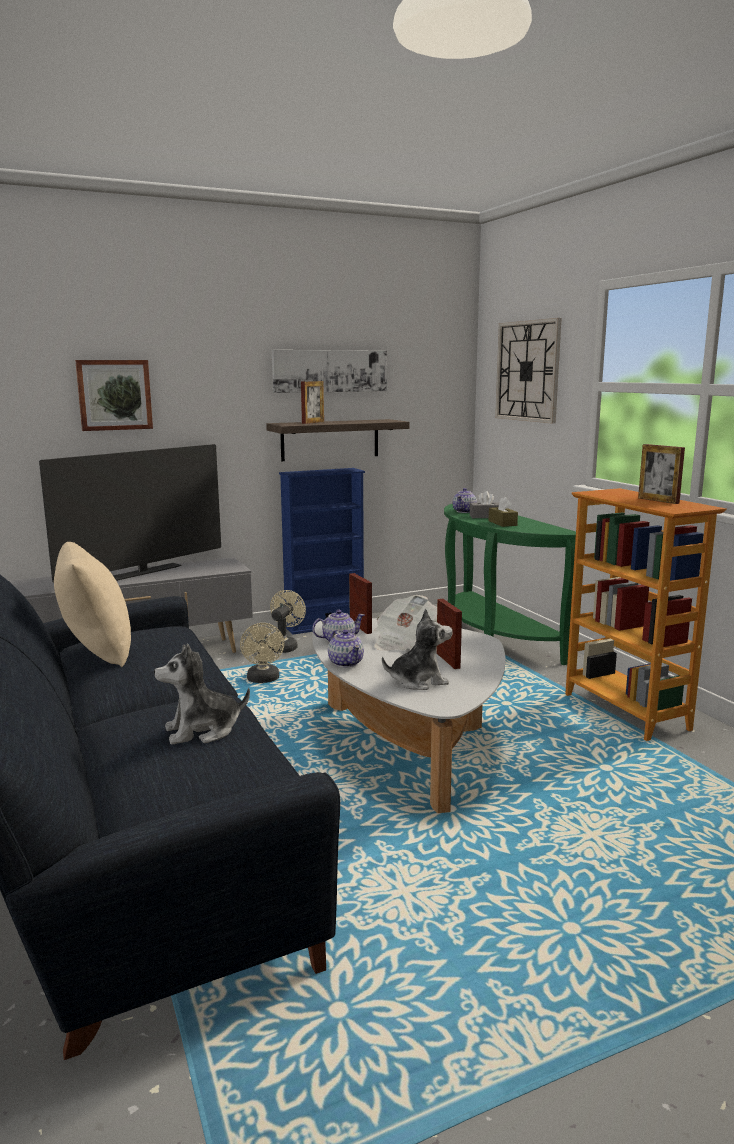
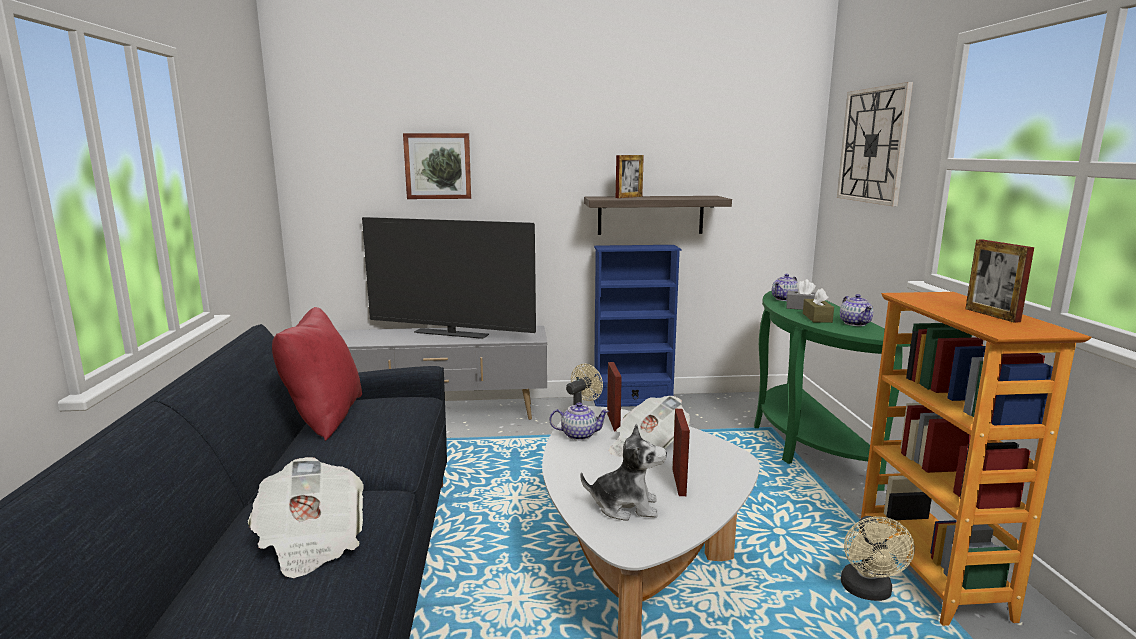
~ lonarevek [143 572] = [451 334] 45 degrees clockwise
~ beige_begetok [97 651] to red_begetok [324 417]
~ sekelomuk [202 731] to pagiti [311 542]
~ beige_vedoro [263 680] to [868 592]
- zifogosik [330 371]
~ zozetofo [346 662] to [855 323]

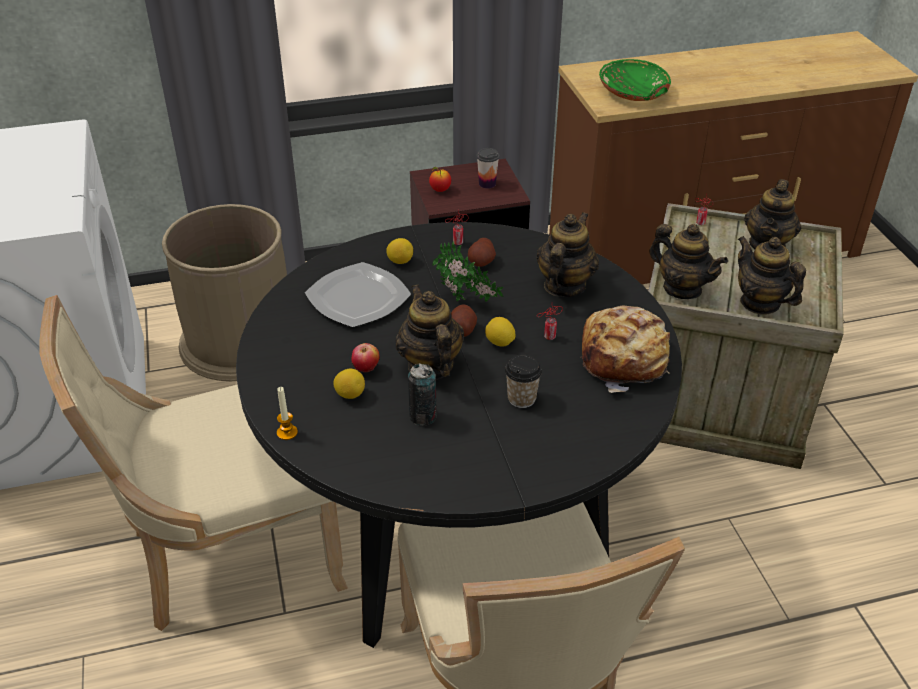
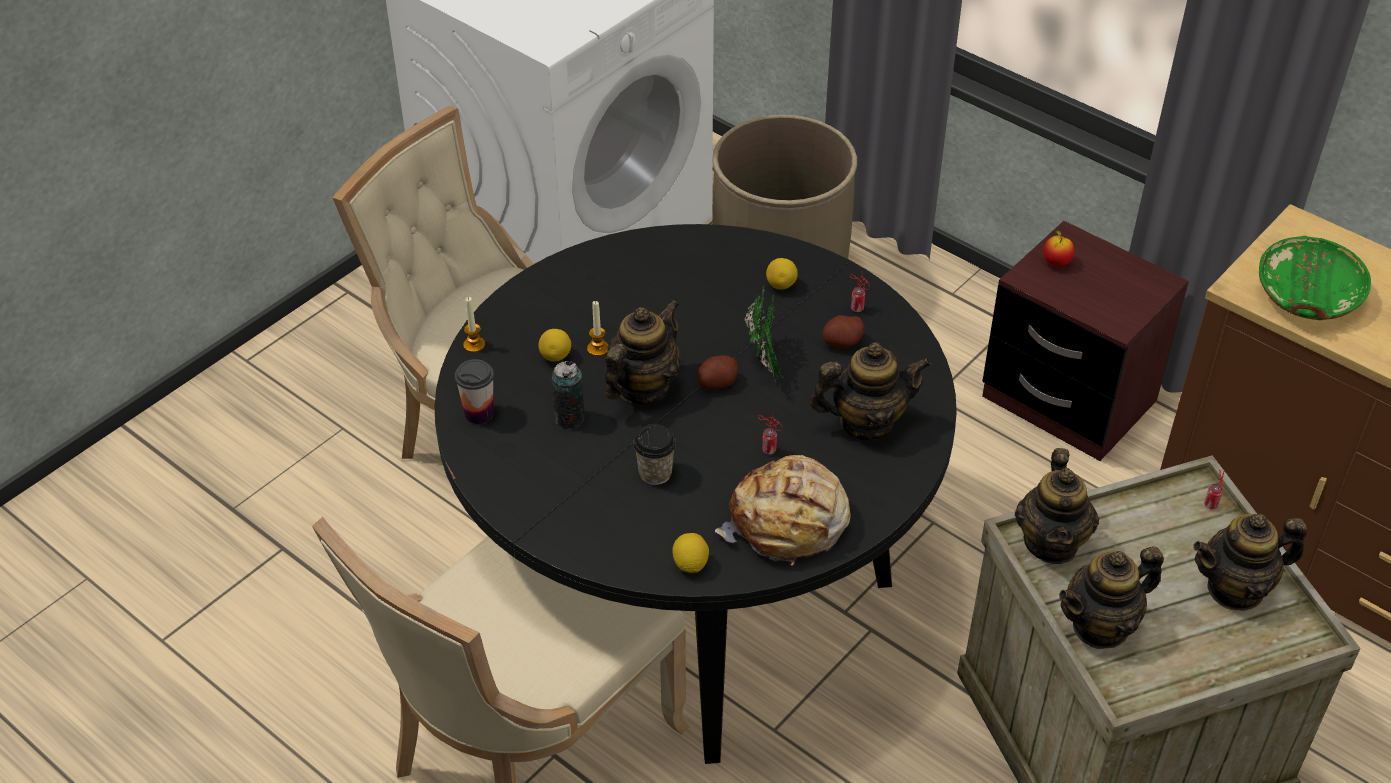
- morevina [358 299]
~ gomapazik [366 370] to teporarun [598 348]
~ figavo [487 184] to [479 413]
~ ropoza [499 343] to [690 564]
~ zozetofo [760 303] = [1101 626] 135 degrees counterclockwise

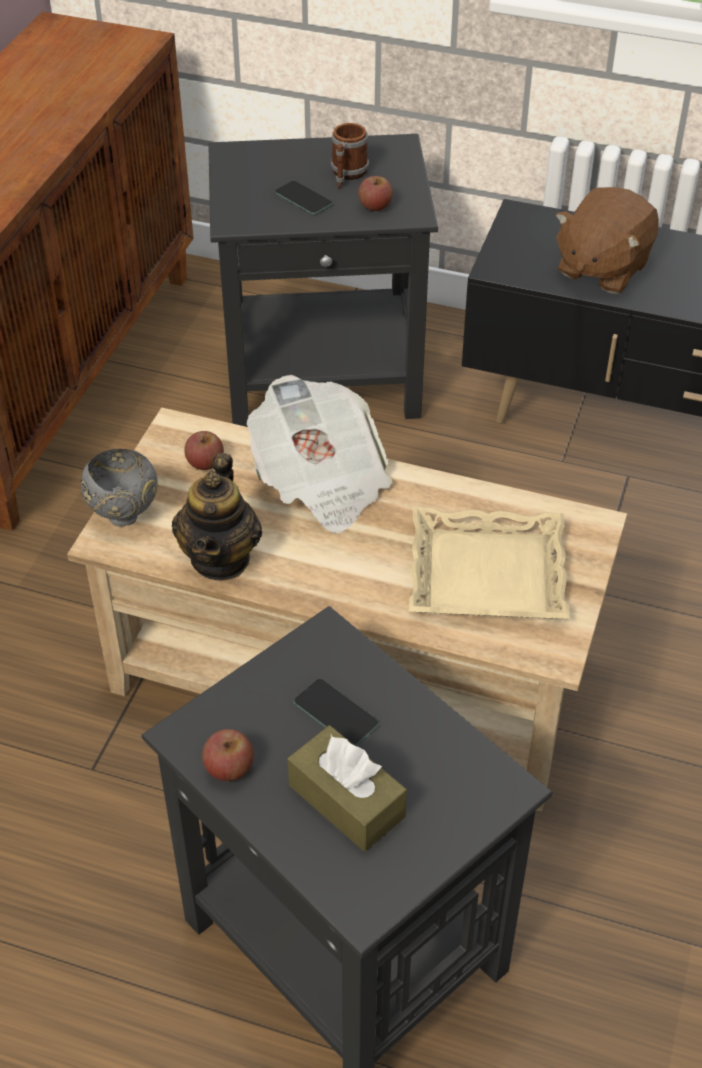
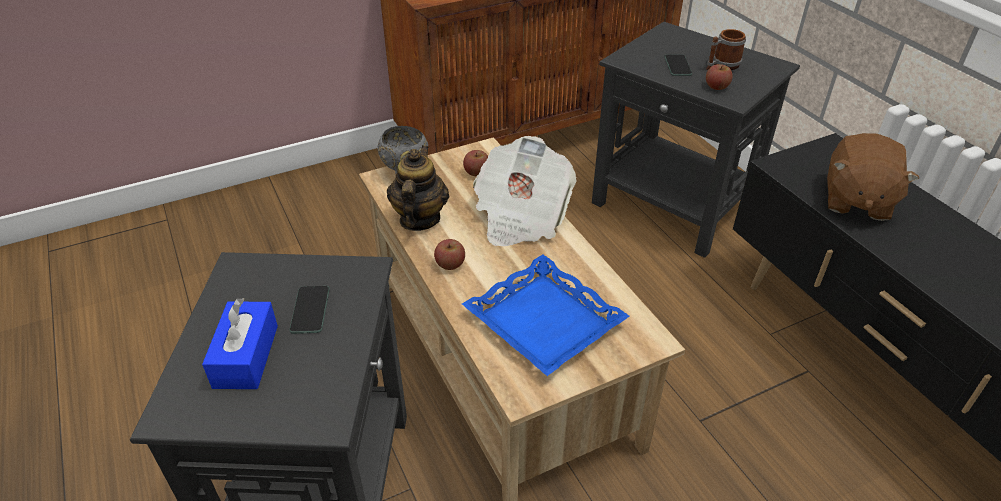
~ zozetofo [221 558] = [419 219] 135 degrees clockwise
~ gomapazik [229 768] to [450 264]
~ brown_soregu [346 801] to blue_soregu [246 356]
~ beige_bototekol [486 575] to blue_bototekol [543 321]
~ brown_sekelomuk [601 268] = [856 200] 60 degrees counterclockwise

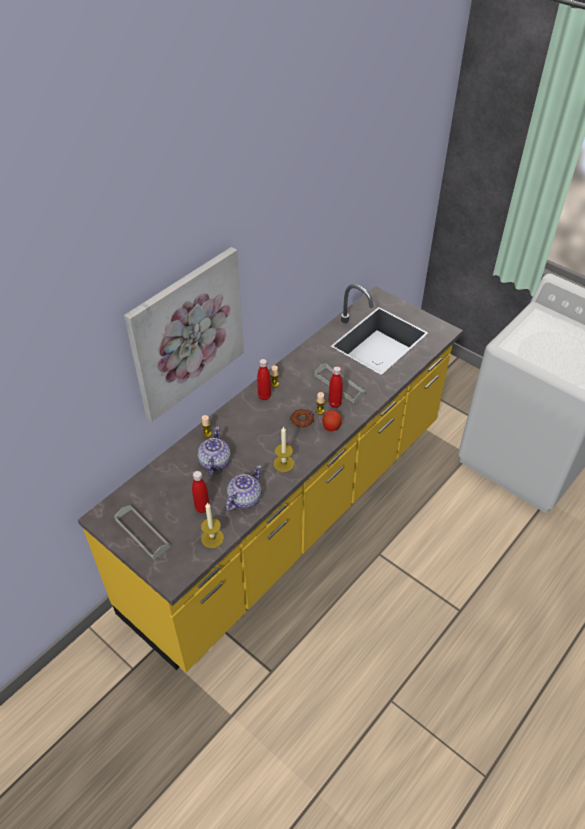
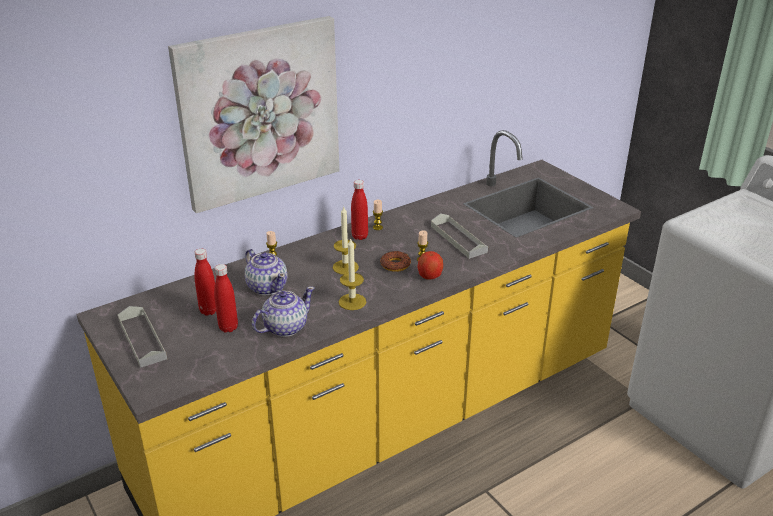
~ zozetofo [214 462] = [267 287] 120 degrees clockwise
~ teporarun [212 538] to [345 267]
~ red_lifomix [334 404] to [209 311]

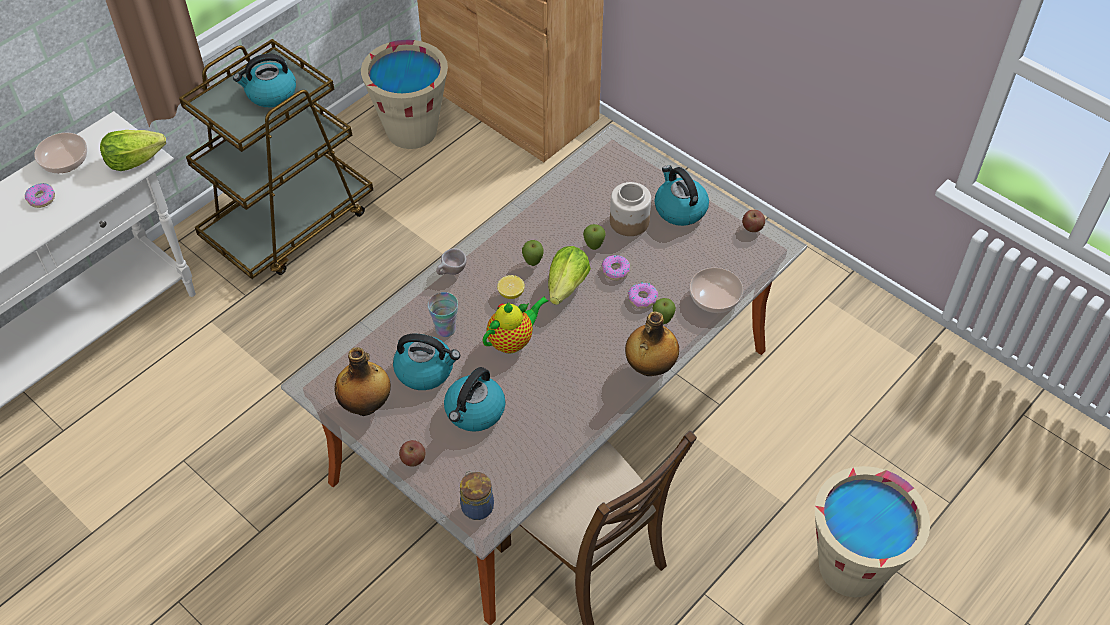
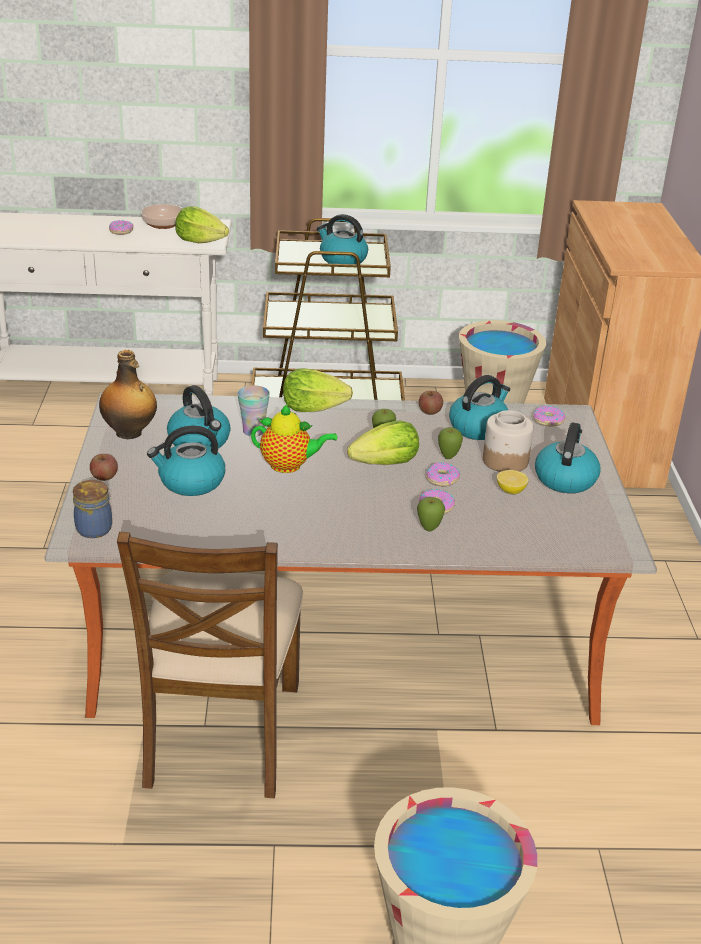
~ beige_figavo [451 273] to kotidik [312 408]
~ ropoza [511 293] to [510 490]
- lifomix [649 367]
- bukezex [713 298]
~ gomapazik [752 227] to [430 411]
+ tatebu [478 427]
+ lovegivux [548 420]

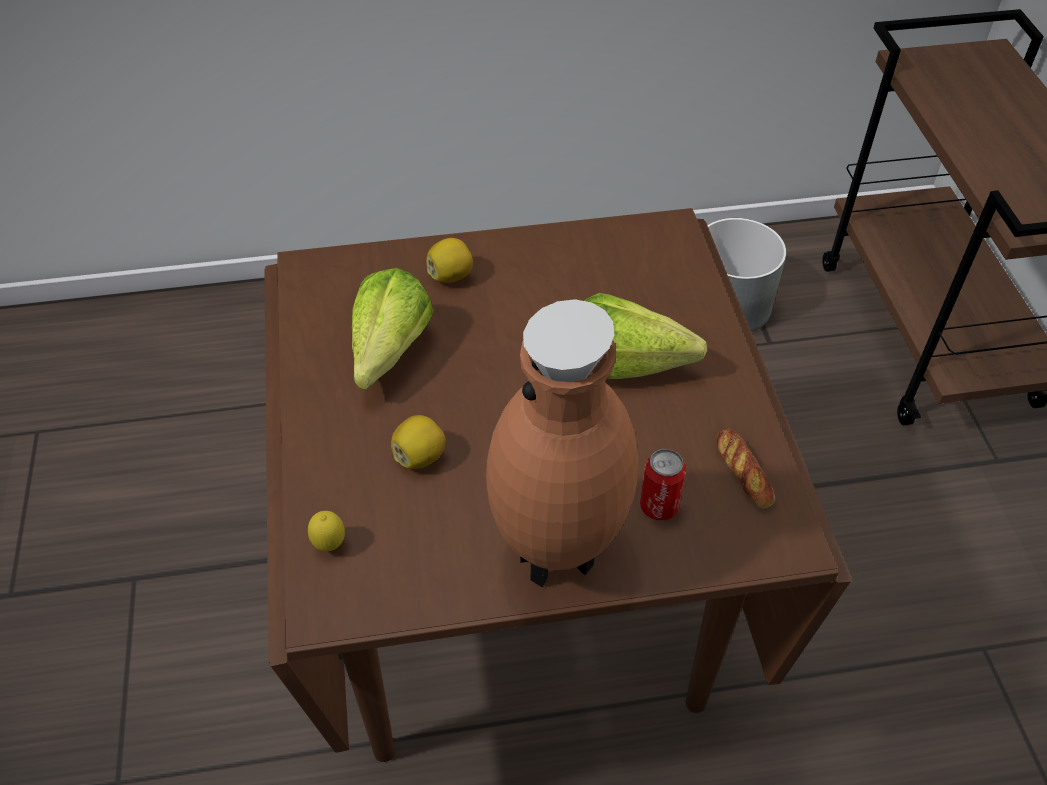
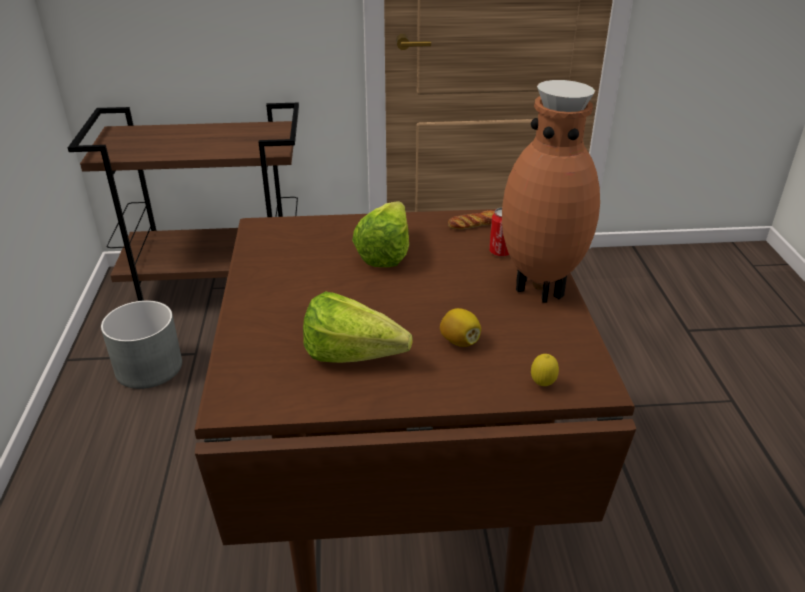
- ropoza [451 275]

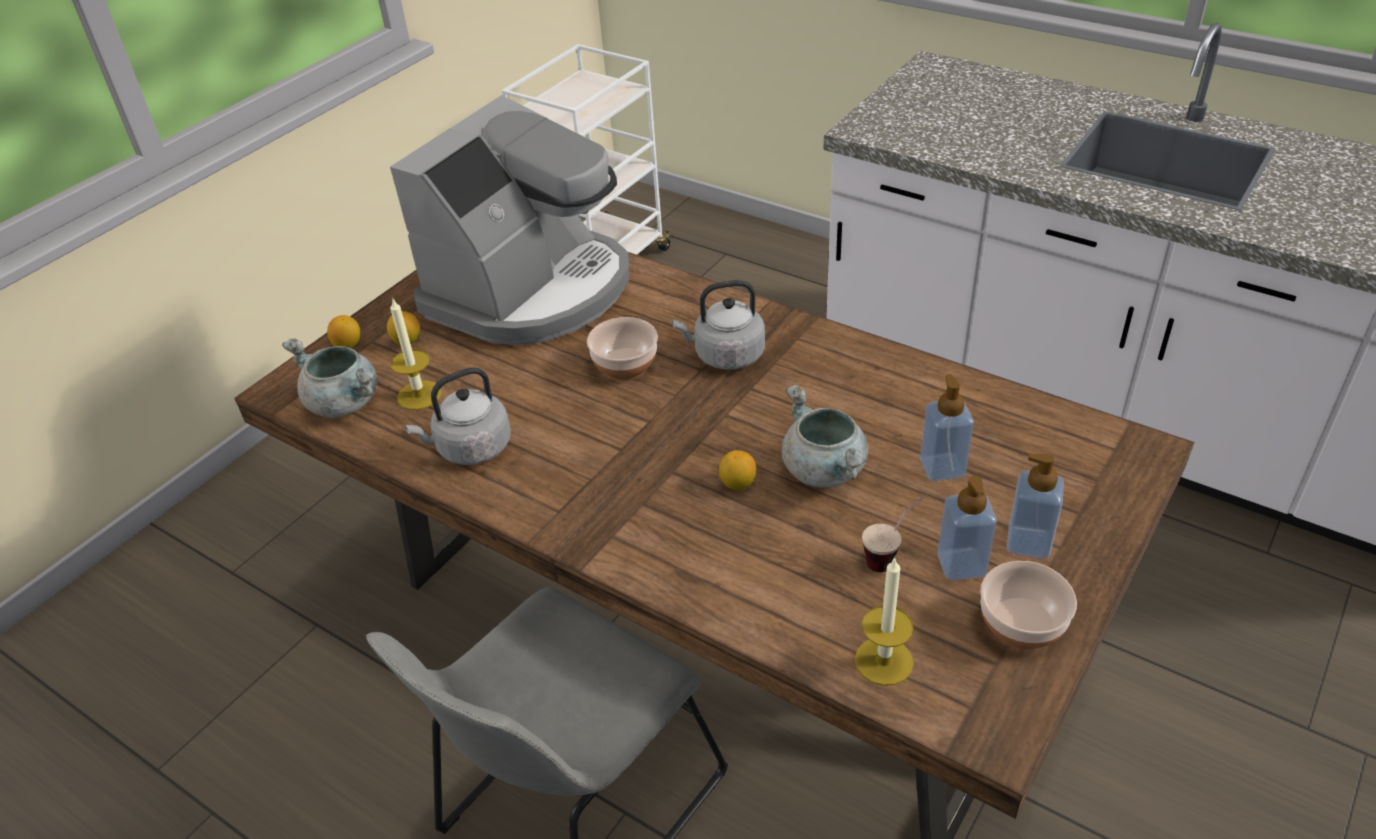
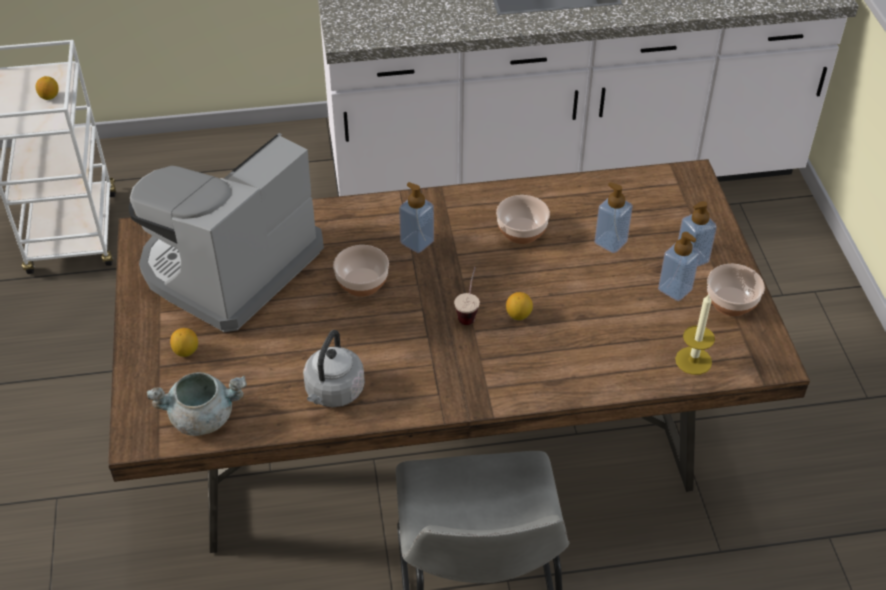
~ ropoza [348 345] to [49 97]
~ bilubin [532 290] = [229 267] 135 degrees counterclockwise
- teporarun [419 395]
~ grey_tatebu [725 356] to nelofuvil [417 242]
- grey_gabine [826 471]
~ figavo [891 556] to [469 311]
+ bukezex [521 231]

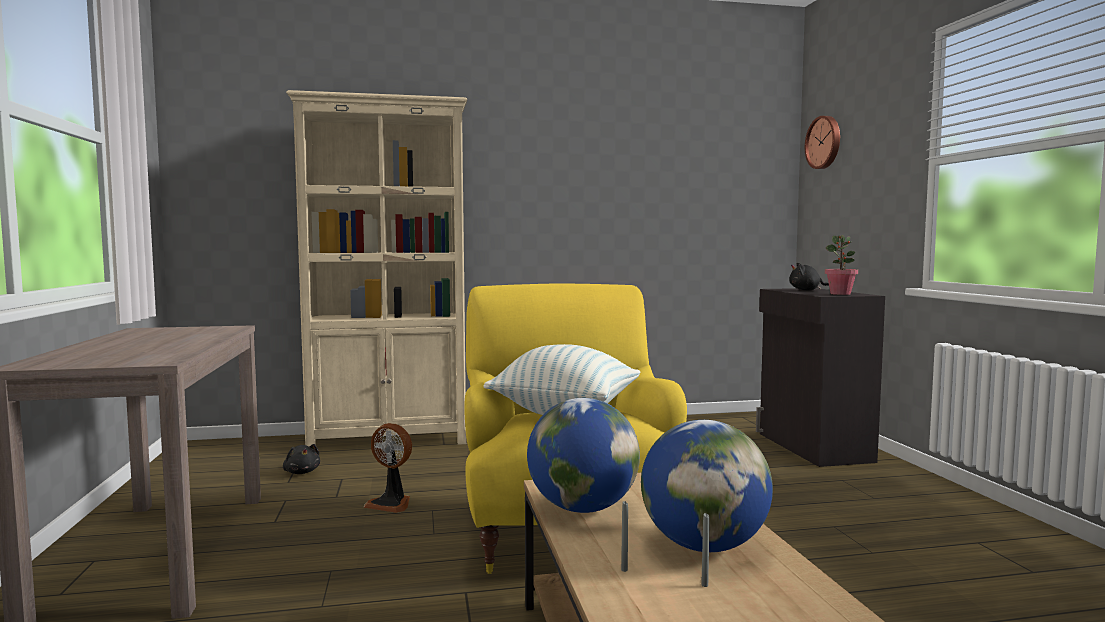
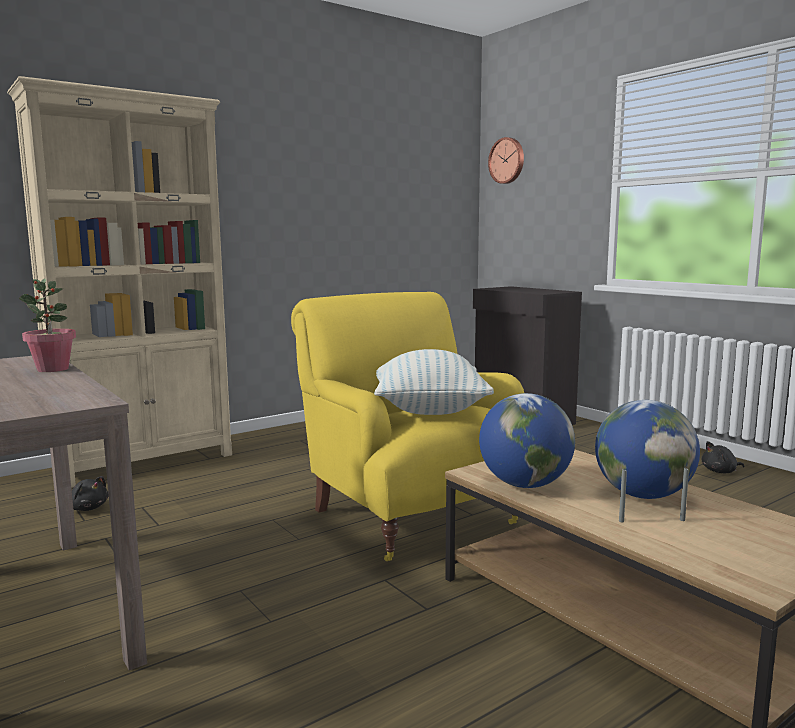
- vedoro [391 504]
~ black_sekelomuk [807 290] to [720 471]
~ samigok [840 294] to [53 369]

